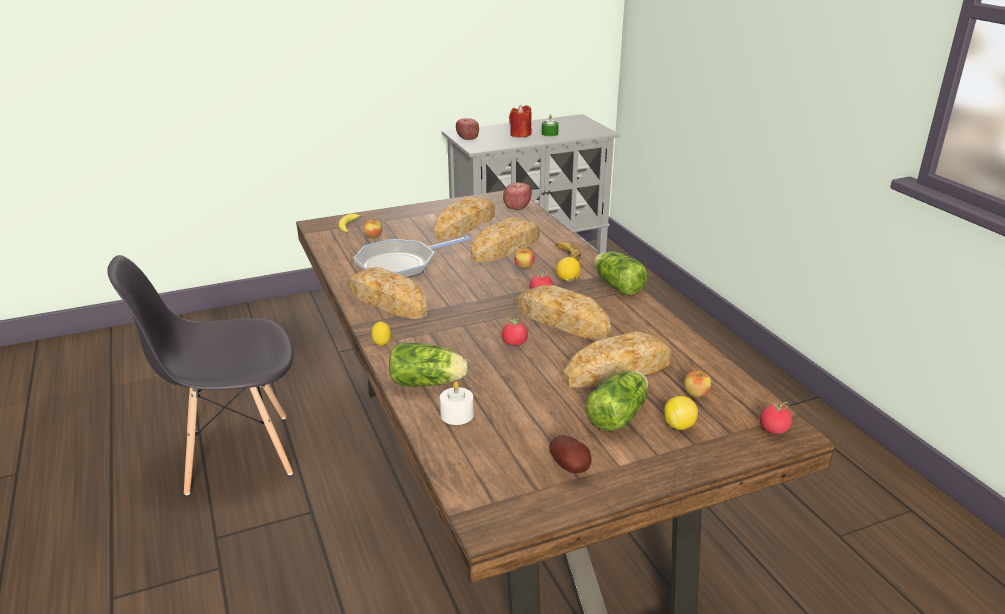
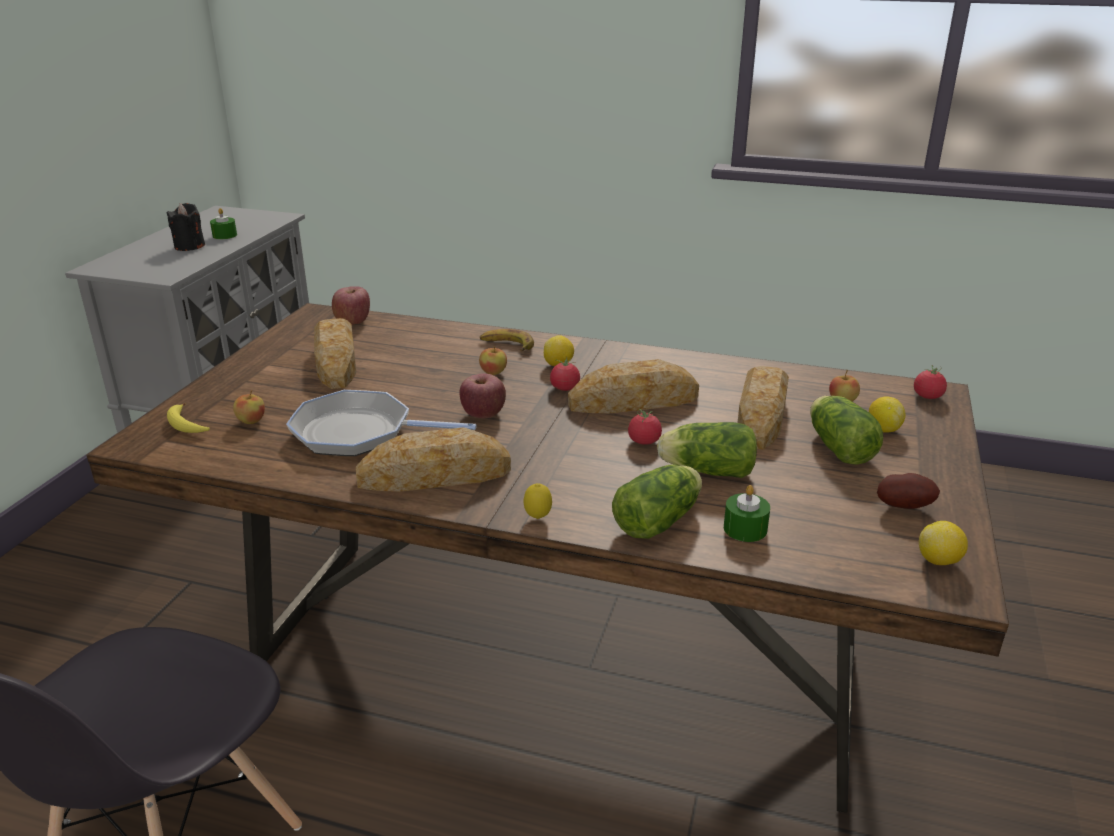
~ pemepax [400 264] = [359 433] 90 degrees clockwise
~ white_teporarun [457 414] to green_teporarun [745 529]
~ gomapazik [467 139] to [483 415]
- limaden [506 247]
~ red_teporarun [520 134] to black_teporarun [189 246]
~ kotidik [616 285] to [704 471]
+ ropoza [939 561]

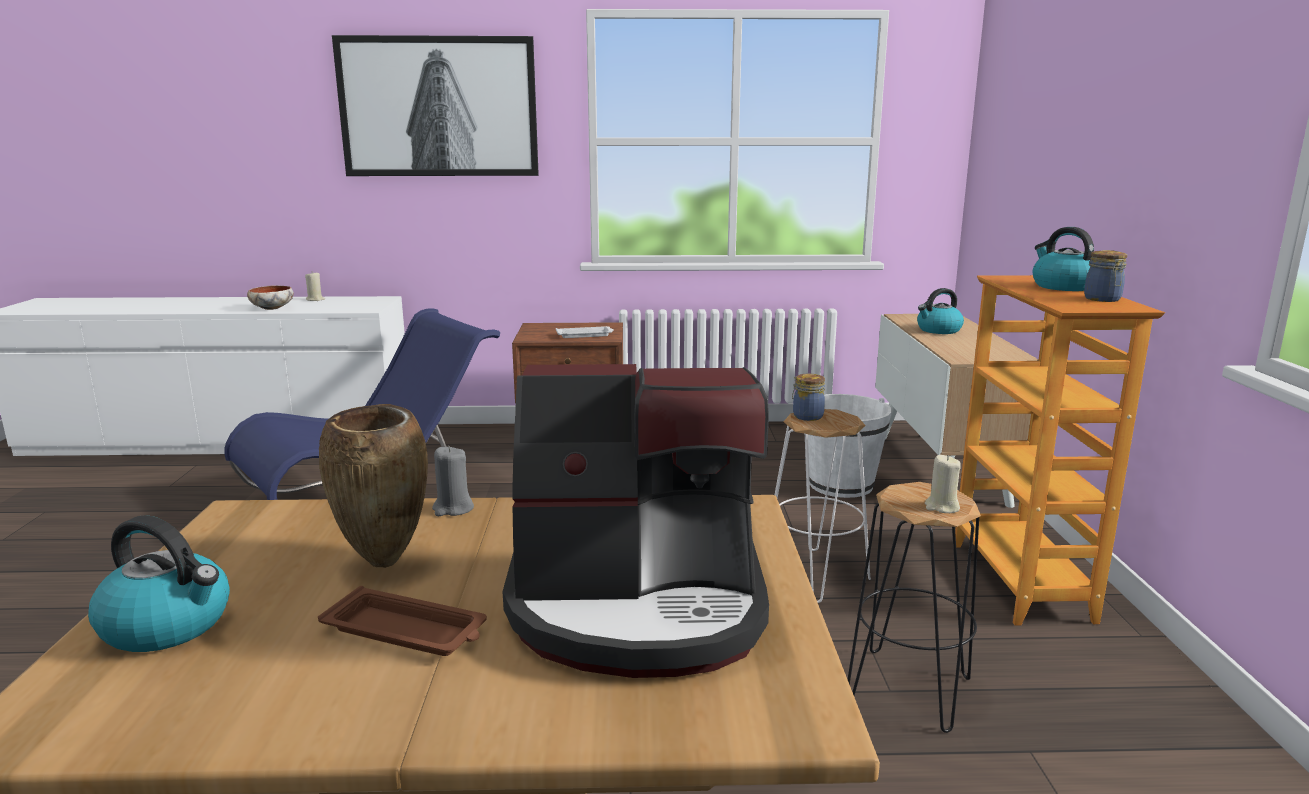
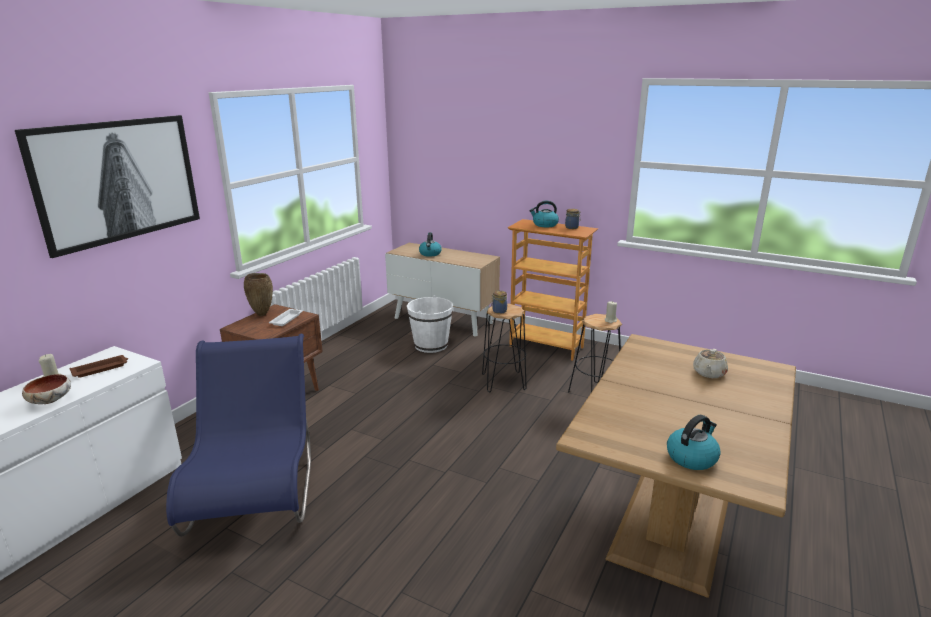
~ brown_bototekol [407 632] to [101 369]
~ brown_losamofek [386 562] to [262 314]
- grey_teporarun [453 509]
~ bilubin [639 605] to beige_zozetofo [708 373]
~ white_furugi [815 575] to black_furugi [504 382]

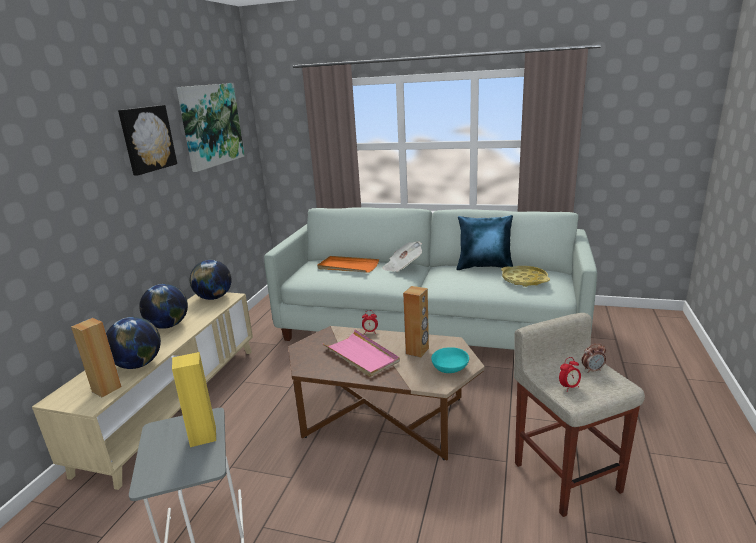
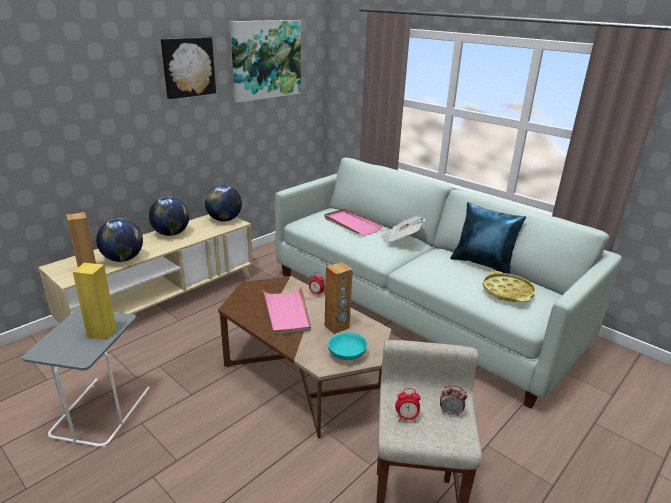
~ orange_bototekol [348 267] to pink_bototekol [352 224]

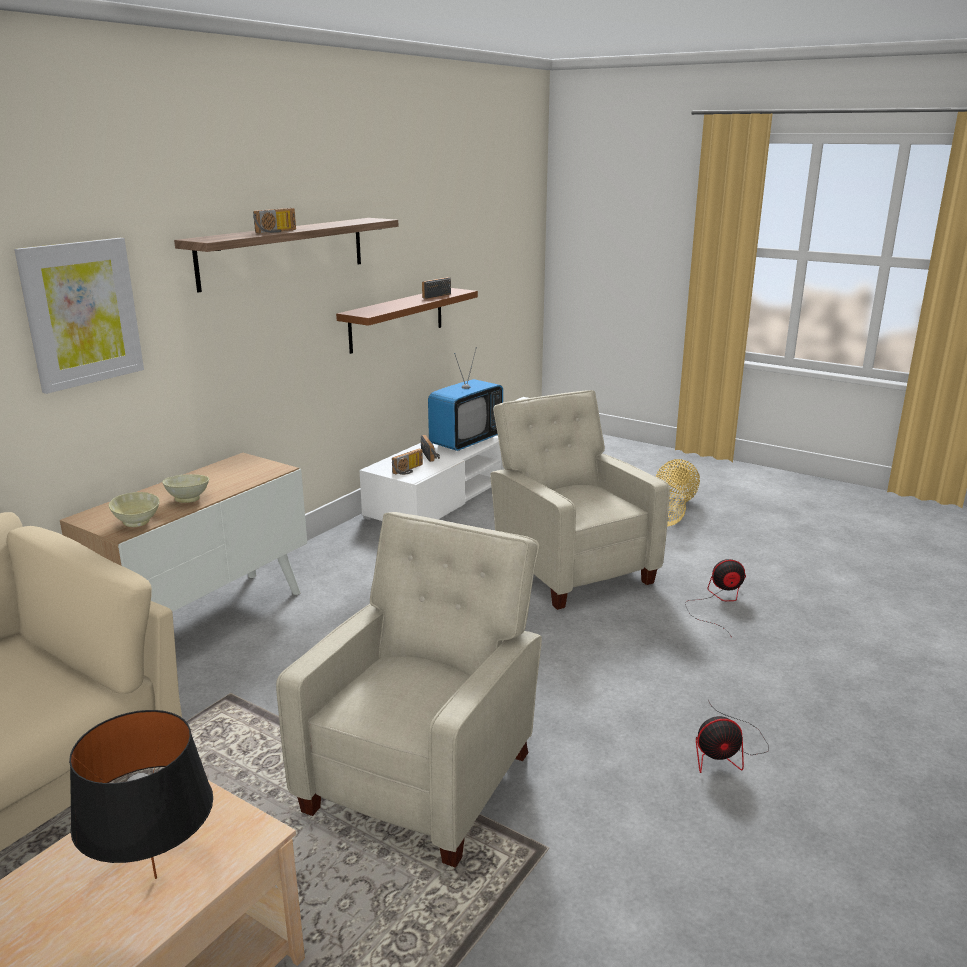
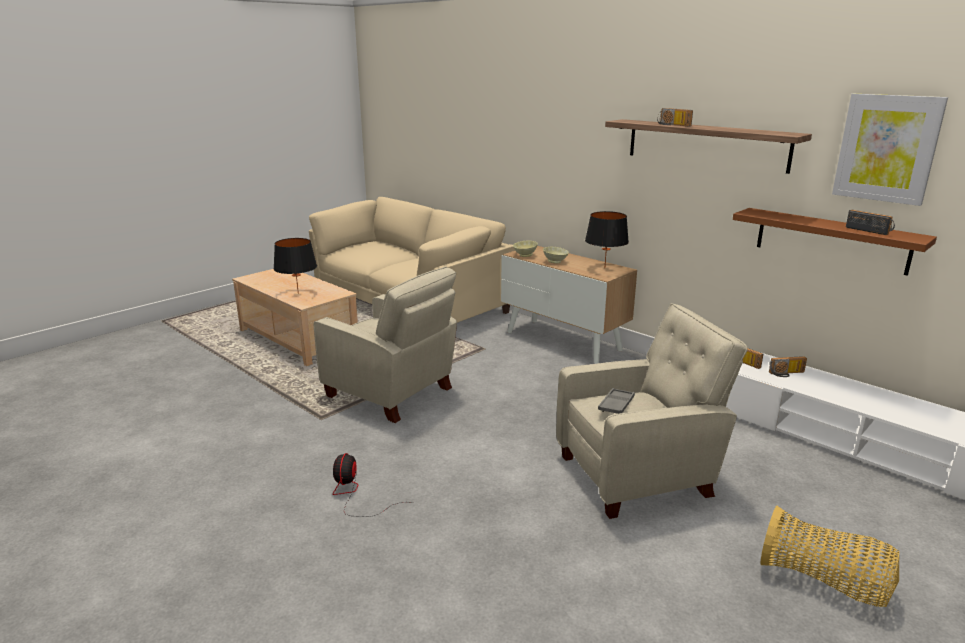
~ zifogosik [82 313] to [887 148]
- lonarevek [466 442]
- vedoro [718 602]
+ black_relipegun [604 268]
+ grey_bototekol [616 405]

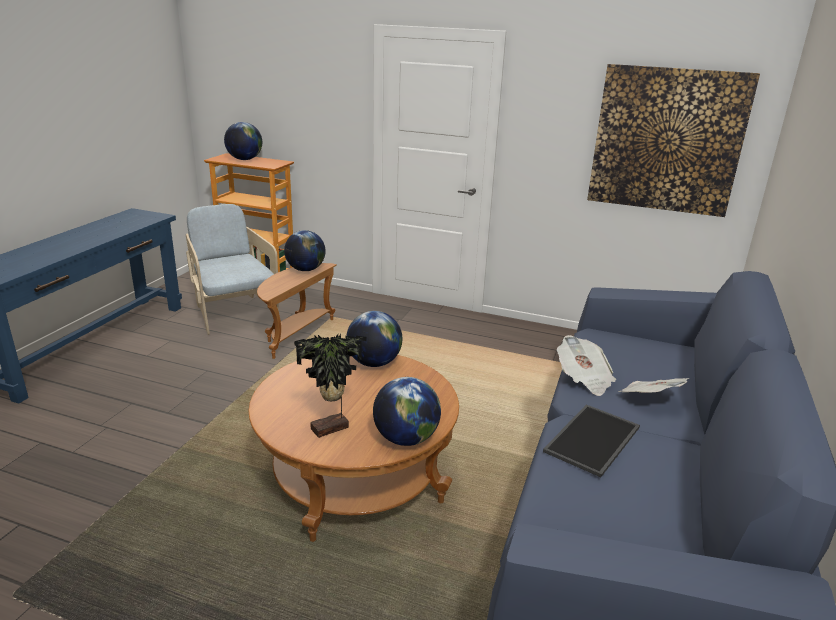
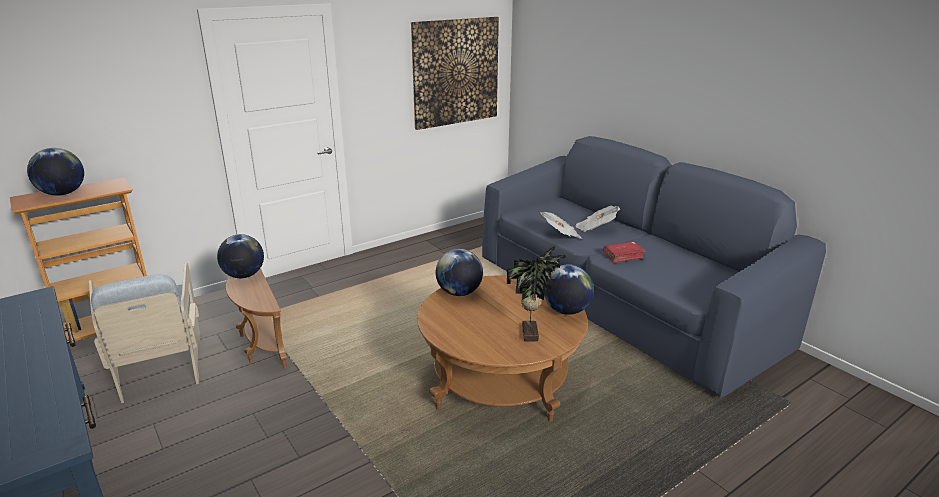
~ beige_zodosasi [234 313] = [159 367] 120 degrees counterclockwise
~ bototekol [593 440] to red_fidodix [623 256]

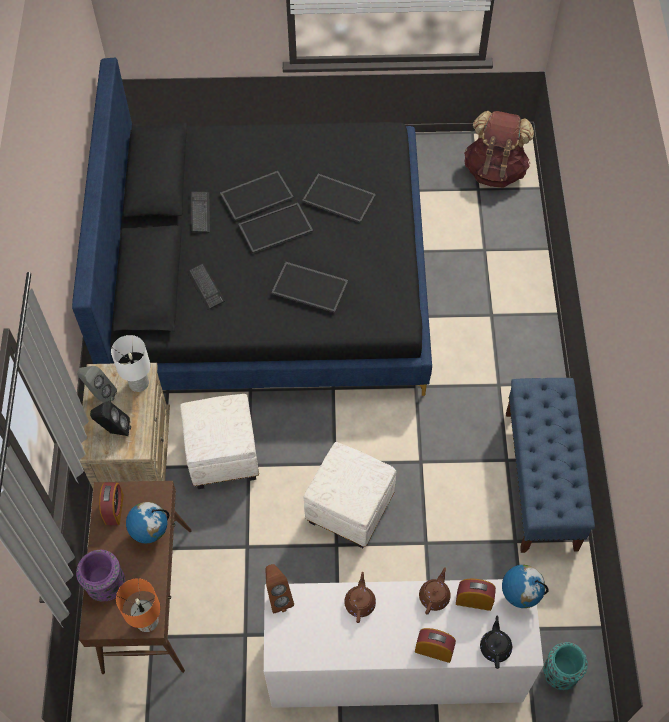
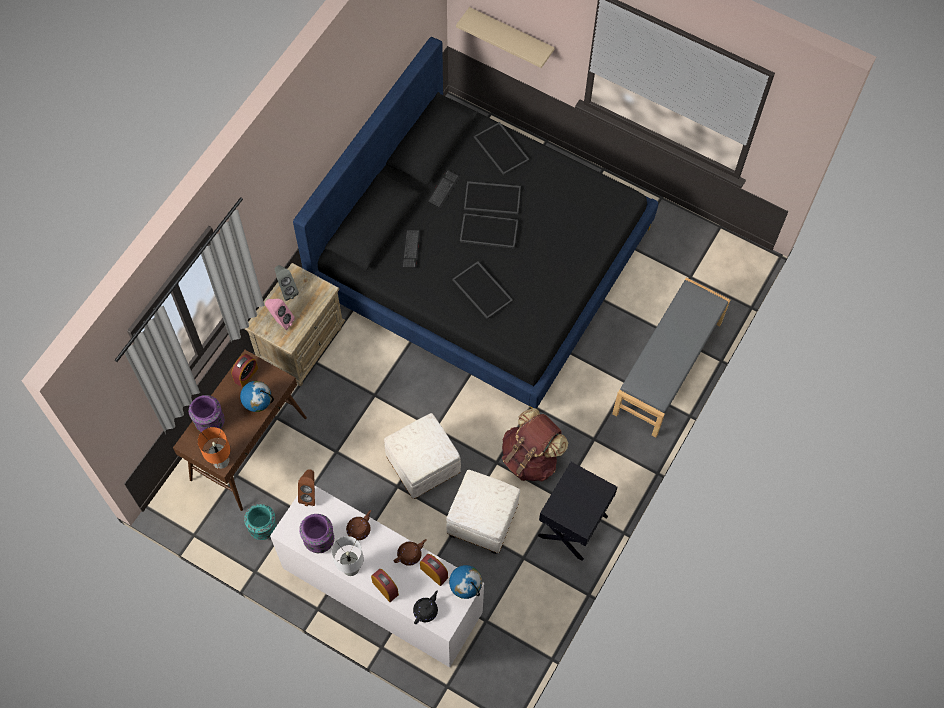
~ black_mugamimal [114 431] to pink_mugamimal [280 321]
~ white_relipegun [138 383] to [350 567]
~ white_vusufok [222 455] to [482 520]
~ bototekol [340 198] to [502 148]
~ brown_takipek [495 170] to [530 458]
~ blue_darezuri [541 480] to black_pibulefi [573 526]
~ turquoise_losamofek [560 673] to [264 528]
+ purple_losamofek [319 540]
+ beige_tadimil [511 36]
+ grey_darezuri [668 368]

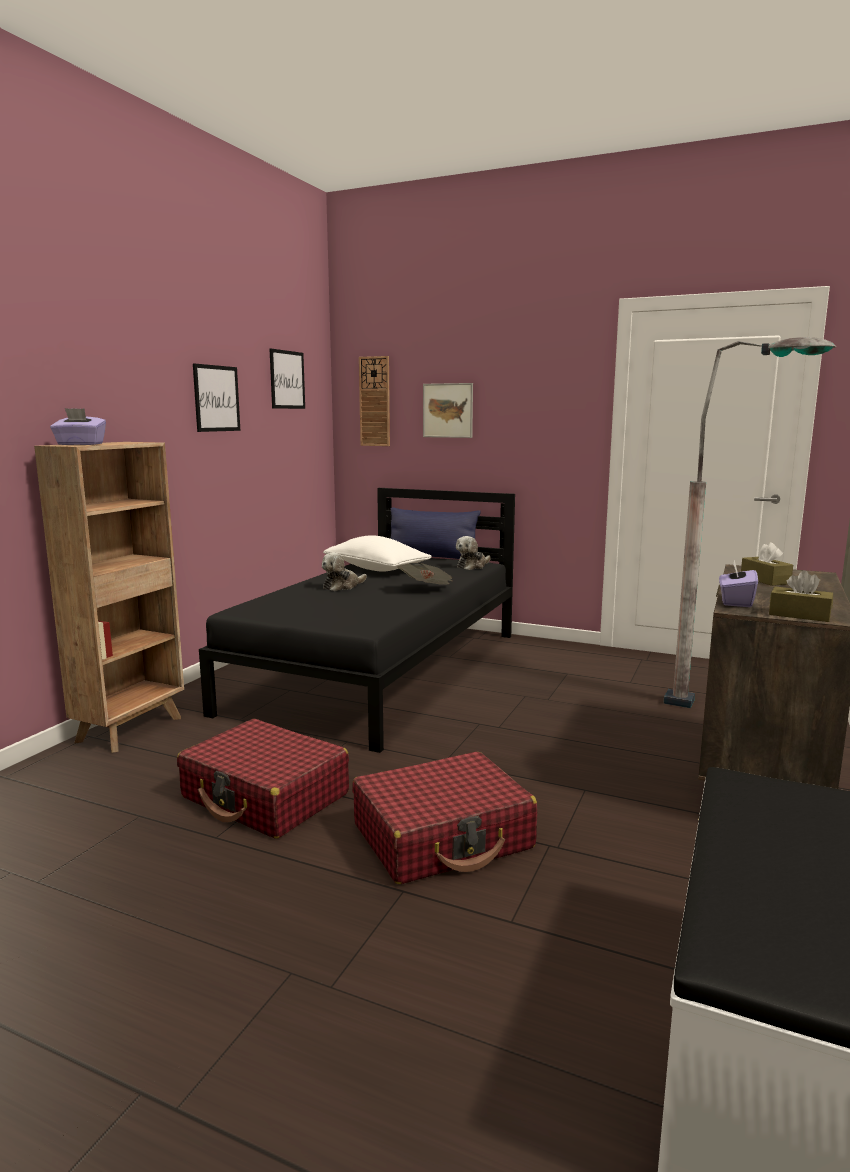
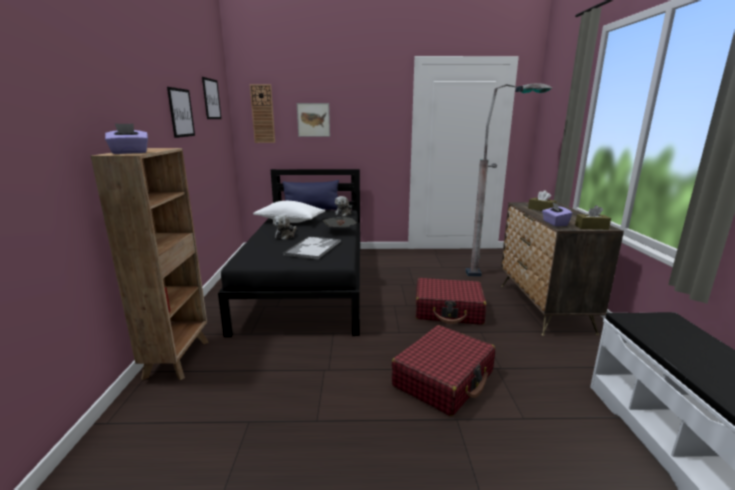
~ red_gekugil [265 796] to [448 310]
+ bototekol [313 248]

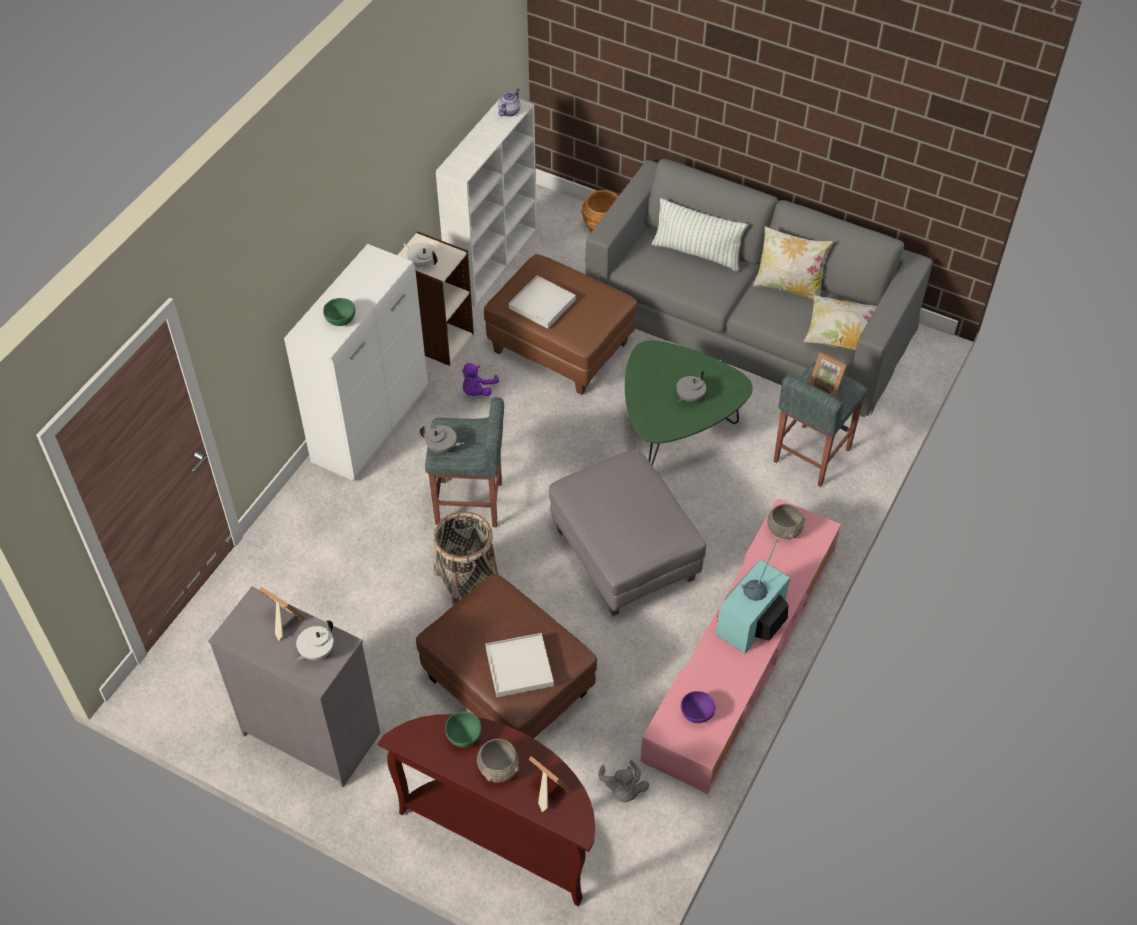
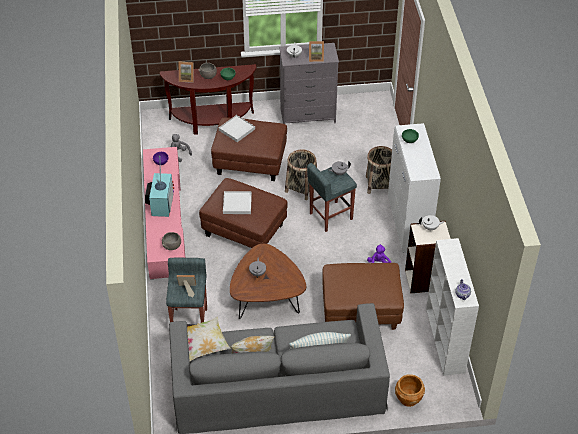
~ white_bototekol [542 304] to [237 204]
~ grey_vusufok [625 555] to brown_vusufok [244 230]
~ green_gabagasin [676 430] to brown_gabagasin [266 299]
+ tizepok [379 184]

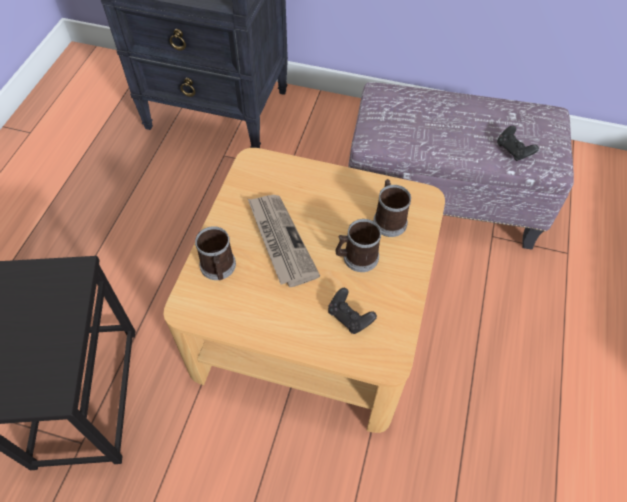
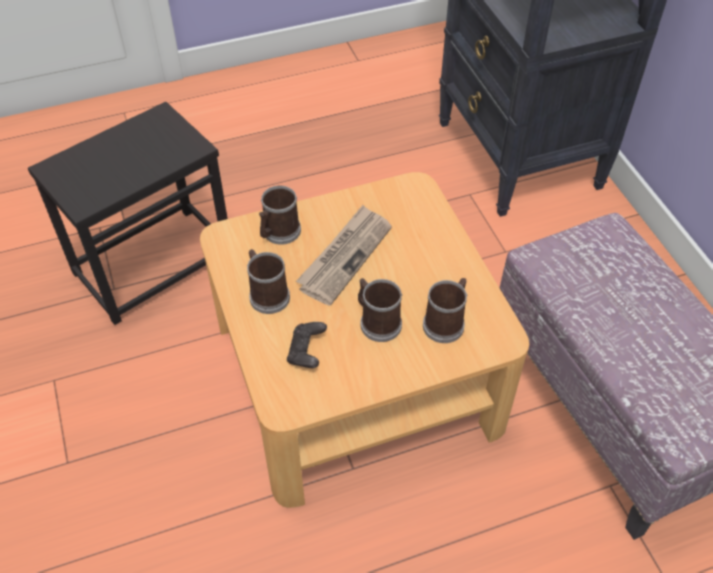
- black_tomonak [513 150]
+ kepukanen [267 294]

